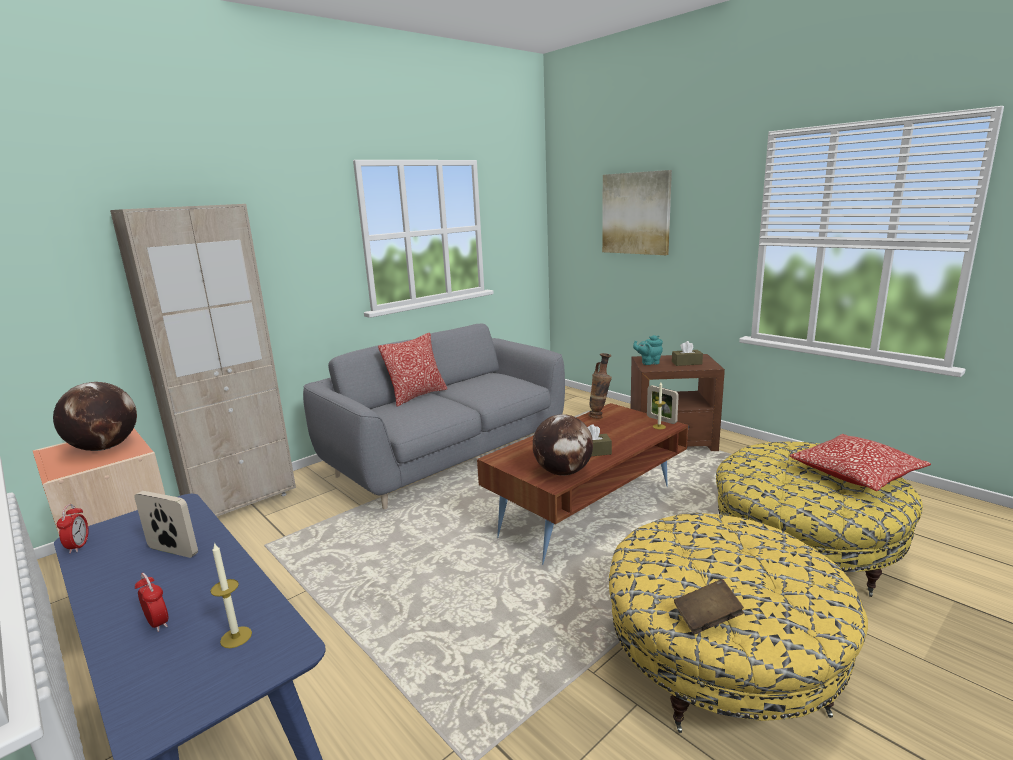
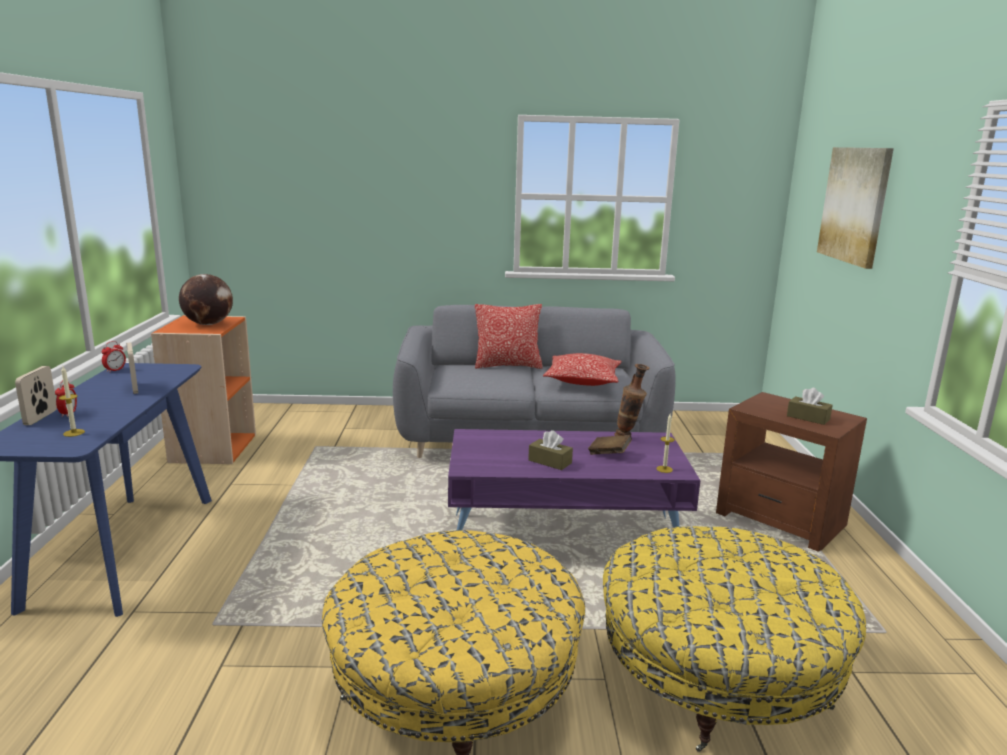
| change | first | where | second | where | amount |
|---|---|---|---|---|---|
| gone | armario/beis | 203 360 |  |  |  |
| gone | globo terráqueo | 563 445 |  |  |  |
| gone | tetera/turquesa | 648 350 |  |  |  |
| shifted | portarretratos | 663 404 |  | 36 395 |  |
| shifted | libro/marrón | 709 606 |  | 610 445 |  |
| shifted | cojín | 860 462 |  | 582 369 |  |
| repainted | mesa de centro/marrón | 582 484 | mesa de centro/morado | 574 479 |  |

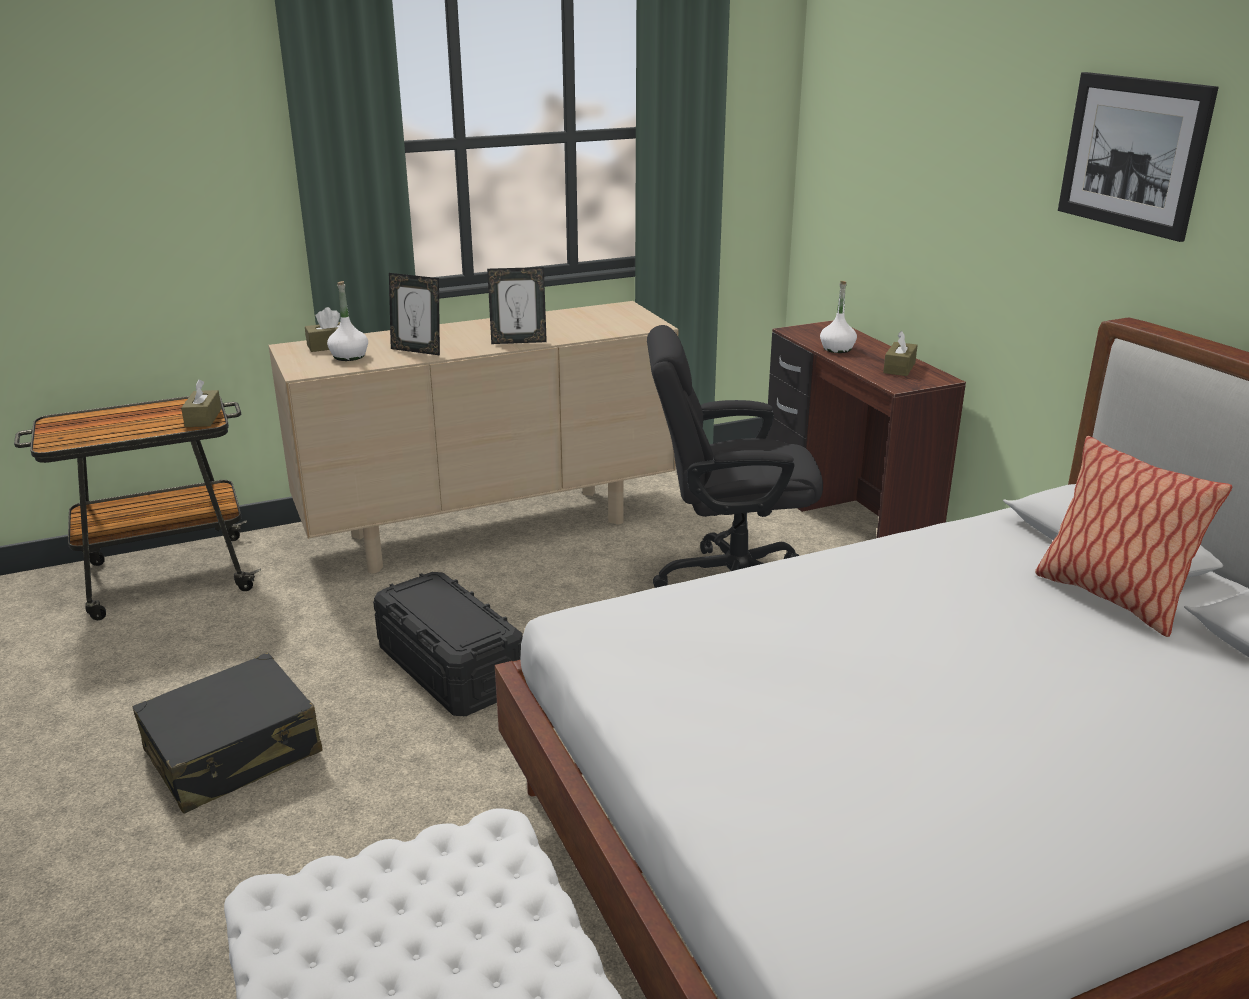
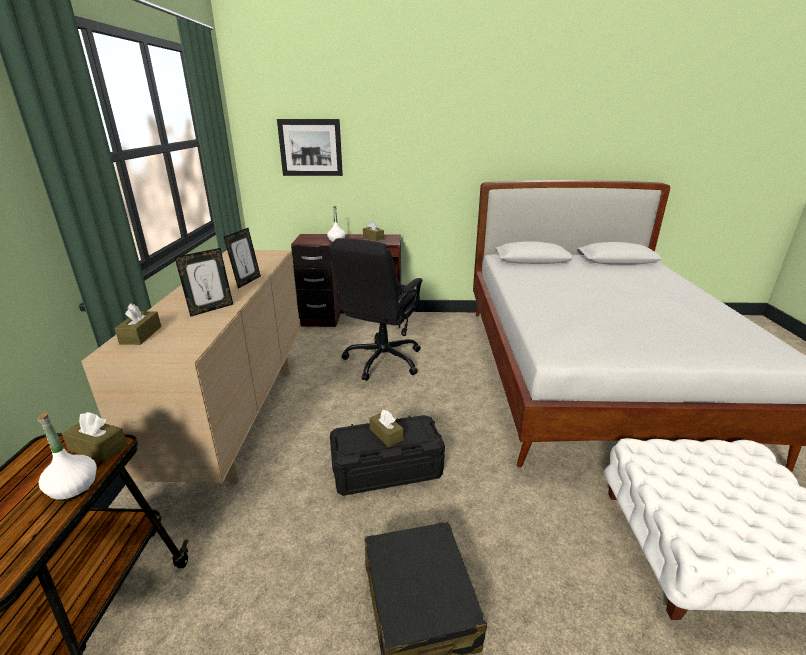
| change | first | where | second | where | amount |
|---|---|---|---|---|---|
| gone | cojín | 1134 536 |  |  |  |
| new |  |  | caja de pañuelos/marrón | 386 428 |  |
| shifted | botella/blanco | 347 321 |  | 67 456 |  |
| shifted | cuadro | 1138 157 |  | 310 147 |  |

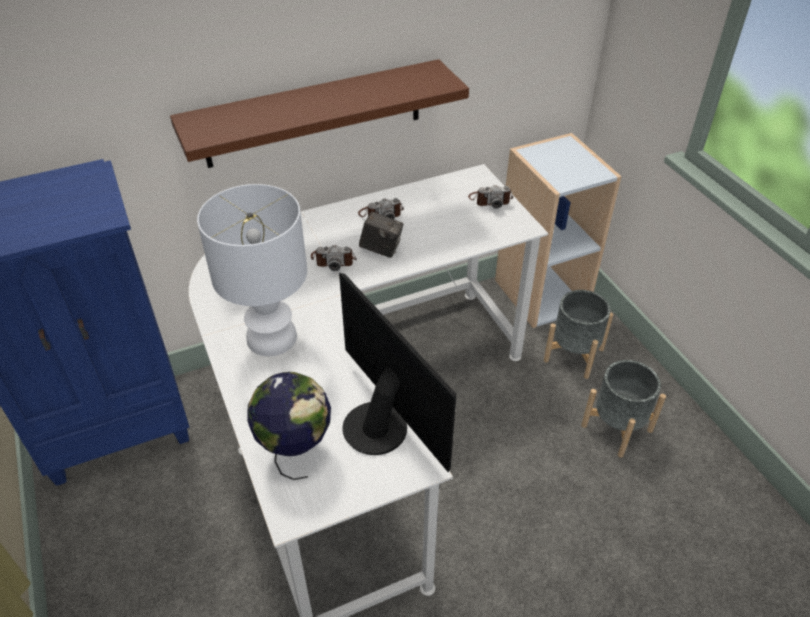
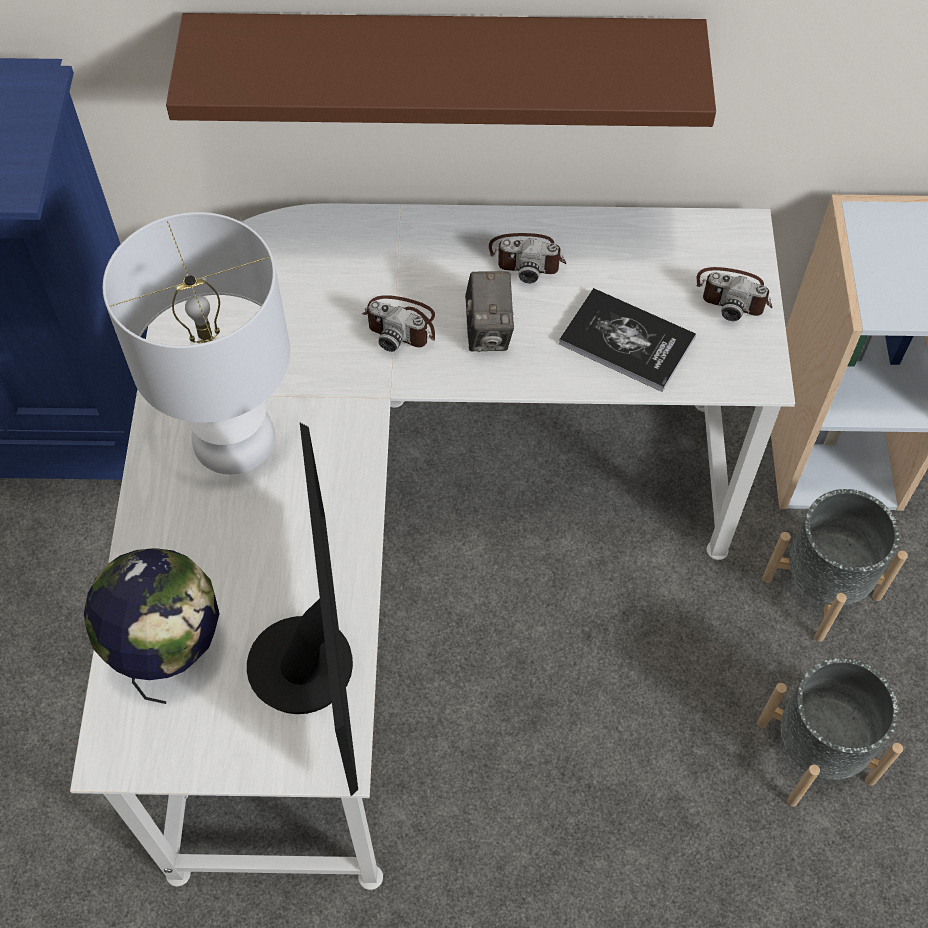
| change | first | where | second | where | amount |
|---|---|---|---|---|---|
| new |  |  | libro | 627 340 |  |
| rotated | cámara | 381 234 |  | 489 312 | 45 degrees clockwise |

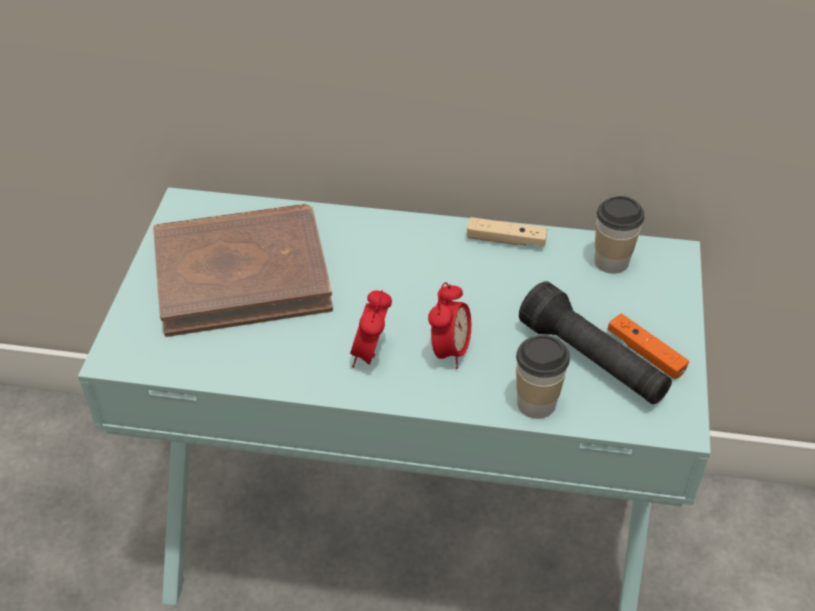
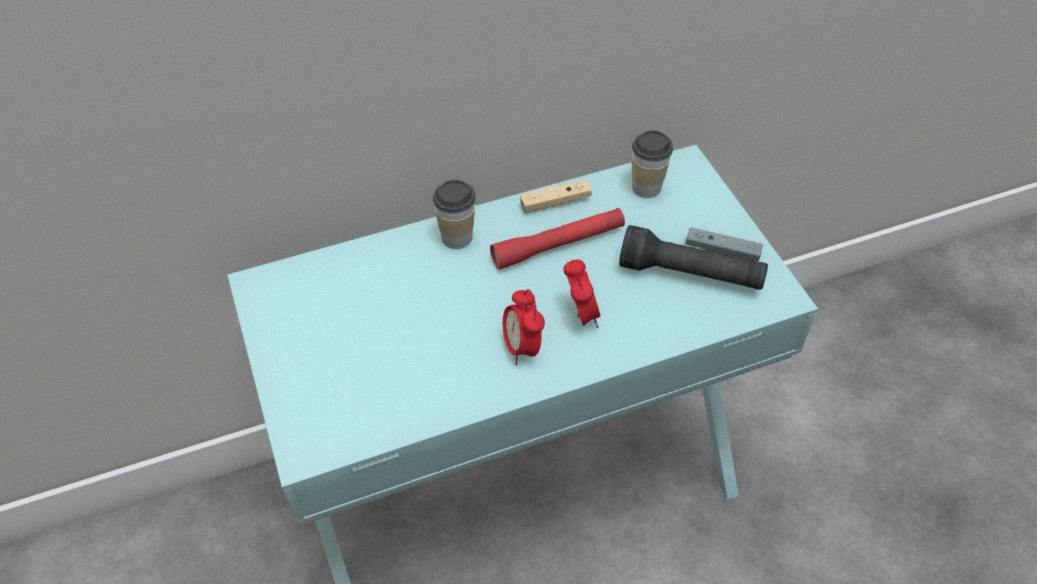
| change | first | where | second | where | amount |
|---|---|---|---|---|---|
| gone | libro/marrón | 243 270 |  |  |  |
| new |  |  | linterna/rojo | 557 239 |  |
| shifted | taza | 543 377 |  | 454 214 |  |
| repainted | mando de consola/naranja | 648 346 | mando de consola/gris | 724 244 |  |

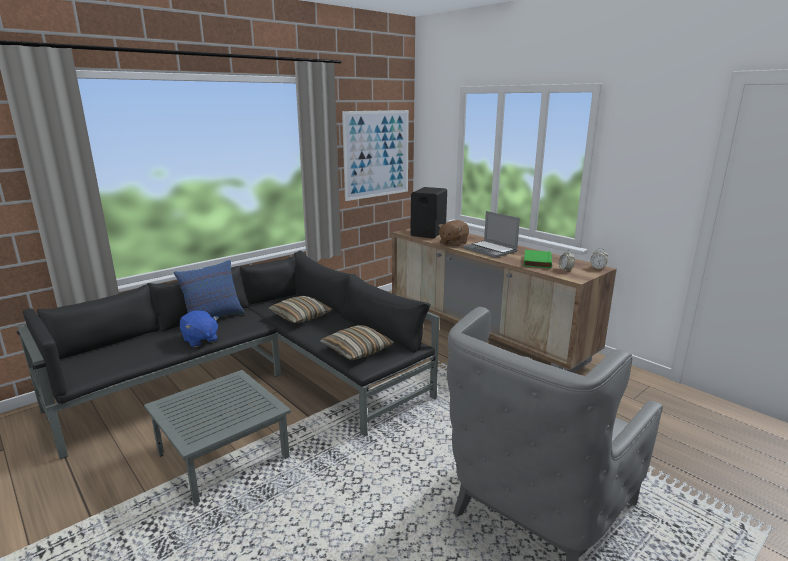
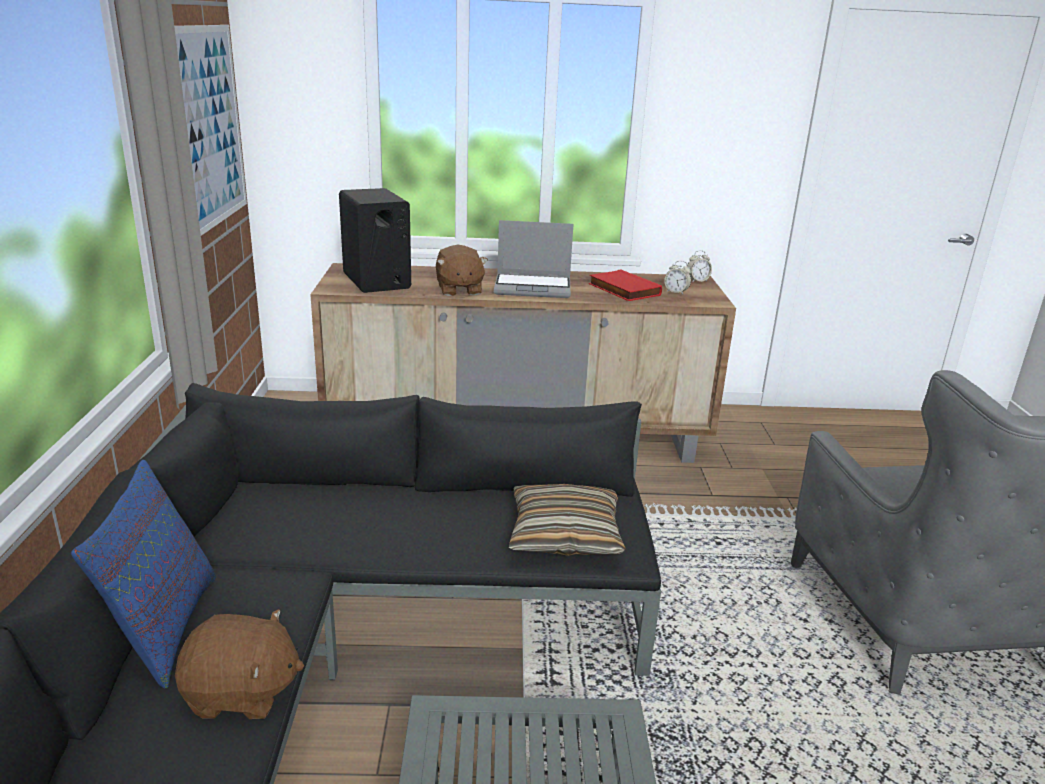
| change | first | where | second | where | amount |
|---|---|---|---|---|---|
| gone | cojín | 300 309 |  |  |  |
| repainted | peluche/azul | 199 328 | peluche/marrón | 239 664 |  |
| repainted | libro/verde | 538 259 | libro/rojo | 625 285 |  |

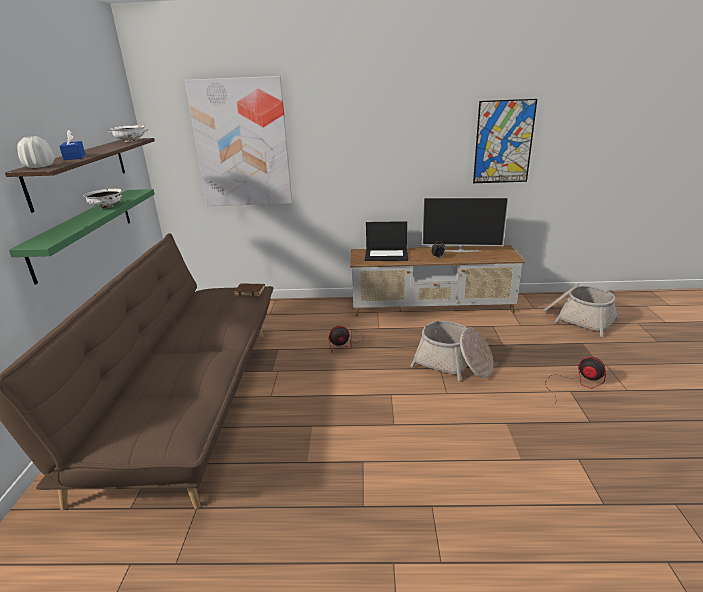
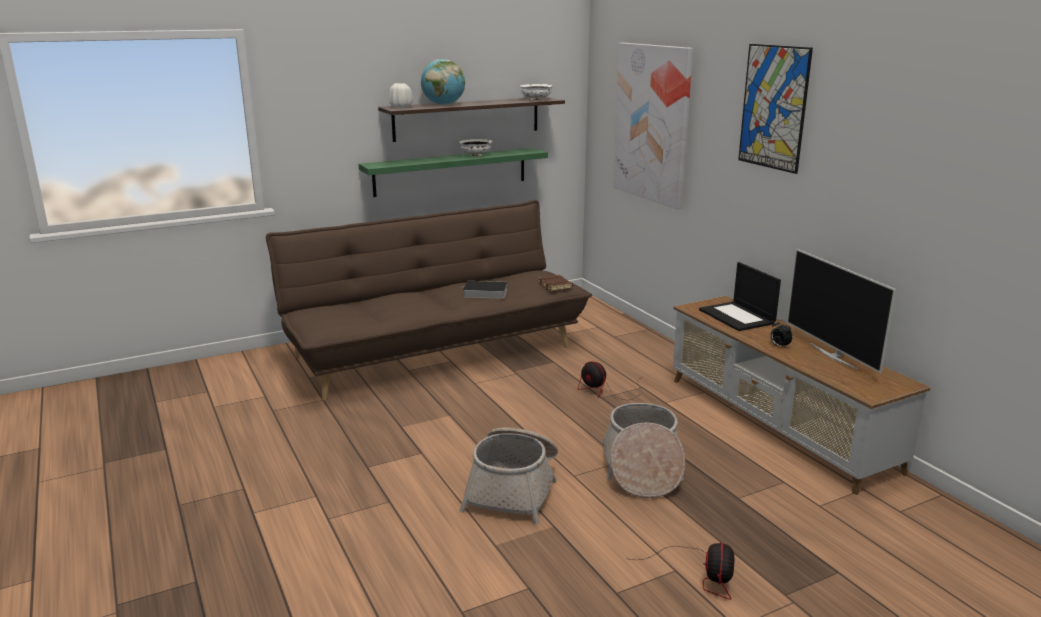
| change | first | where | second | where | amount |
|---|---|---|---|---|---|
| new |  |  | libro | 483 290 |  |
| shifted | cuadro | 505 141 |  | 775 109 |  |
| shifted | cesta | 580 310 |  | 508 476 |  |
| swapped | caja de pañuelos/azul | 72 145 | globo terráqueo | 443 82 |  |

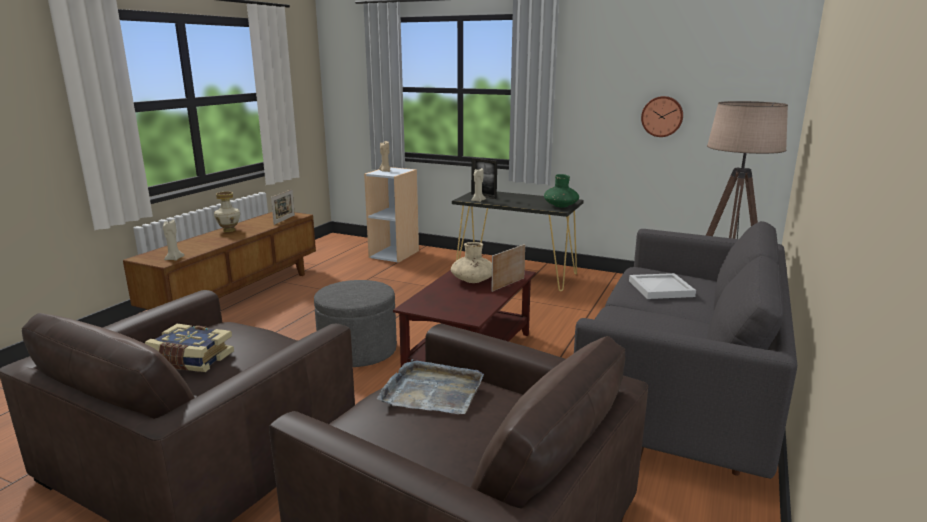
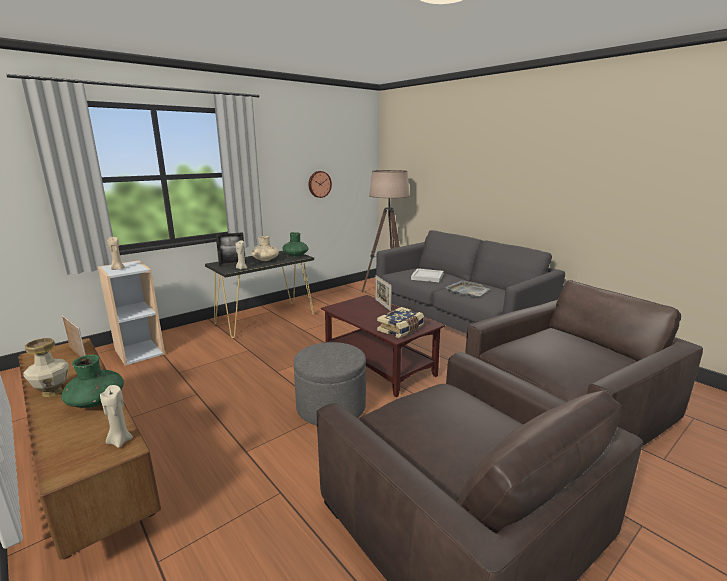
| change | first | where | second | where | amount |
|---|---|---|---|---|---|
| new |  |  | florero/verde | 92 381 |  |
| shifted | libro | 189 348 |  | 400 322 |  |
| shifted | bandeja/gris | 430 386 |  | 468 289 |  |
| shifted | florero/beis | 471 262 |  | 265 248 |  |

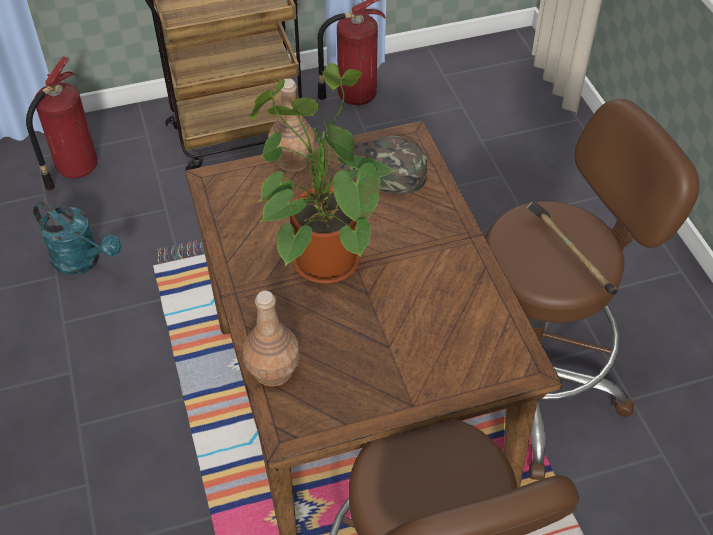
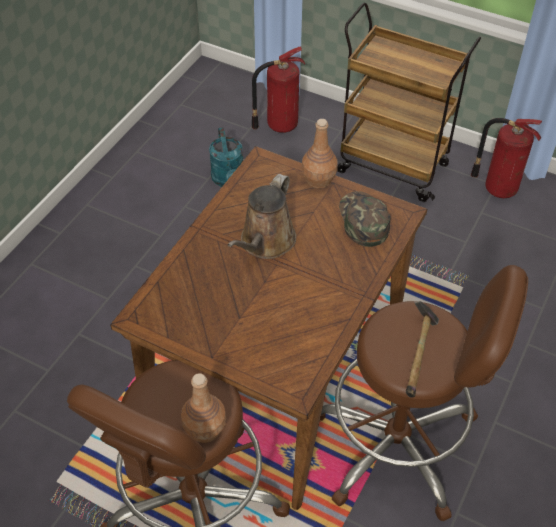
| change | first | where | second | where | amount |
|---|---|---|---|---|---|
| shifted | botella/marrón | 271 339 |  | 203 408 |  |
| swapped | planta en maceta | 322 173 | regadera/marrón | 261 216 |  |

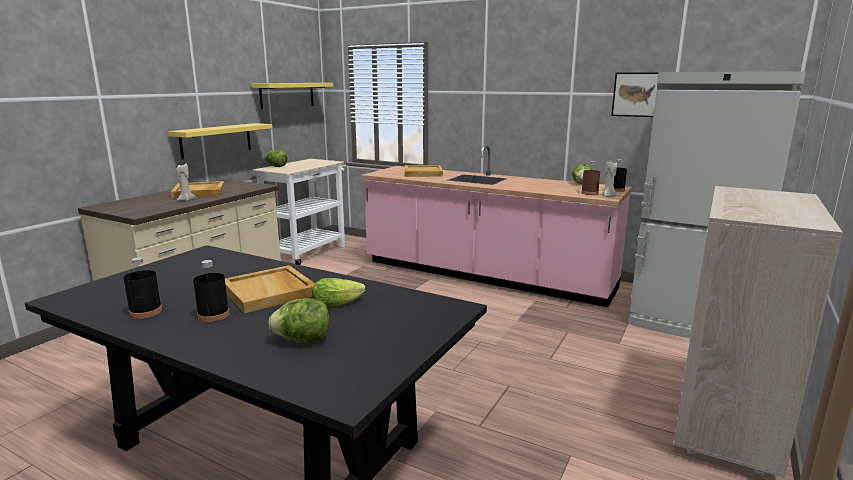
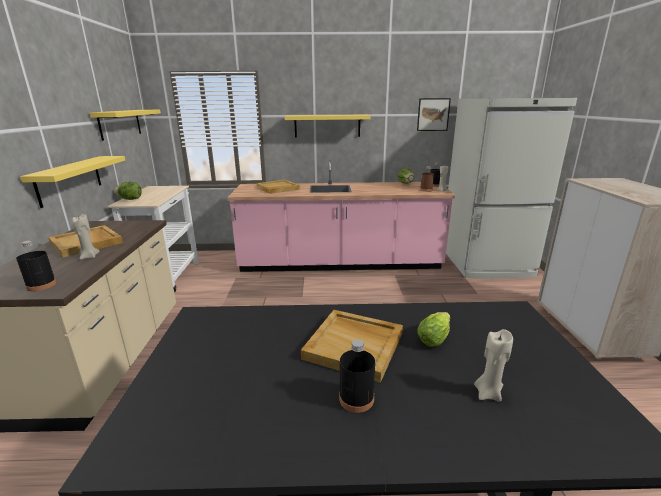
| change | first | where | second | where | amount |
|---|---|---|---|---|---|
| new |  |  | estante/amarillo | 327 126 |  |
| shifted | botella/negro | 142 288 |  | 36 265 |  |
| swapped | lechuga | 298 320 | vela/beis | 493 365 |  |

